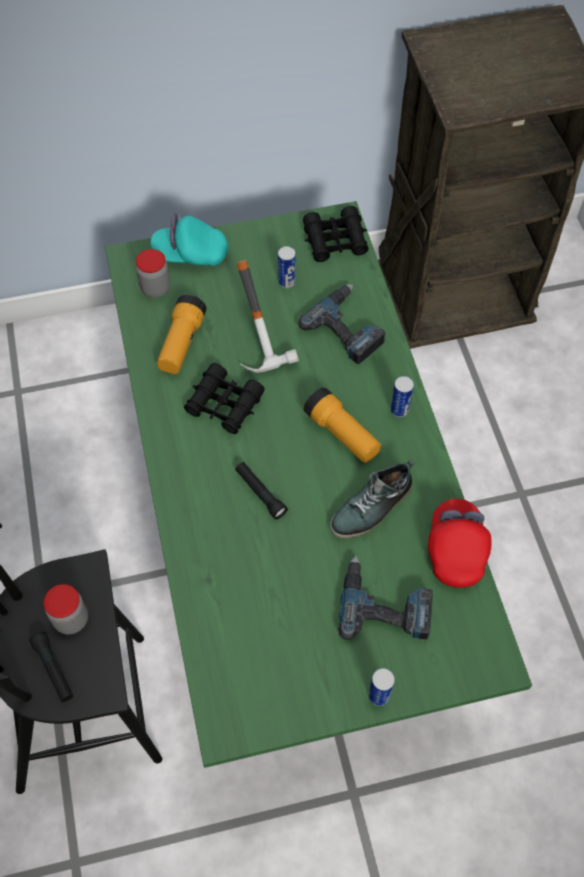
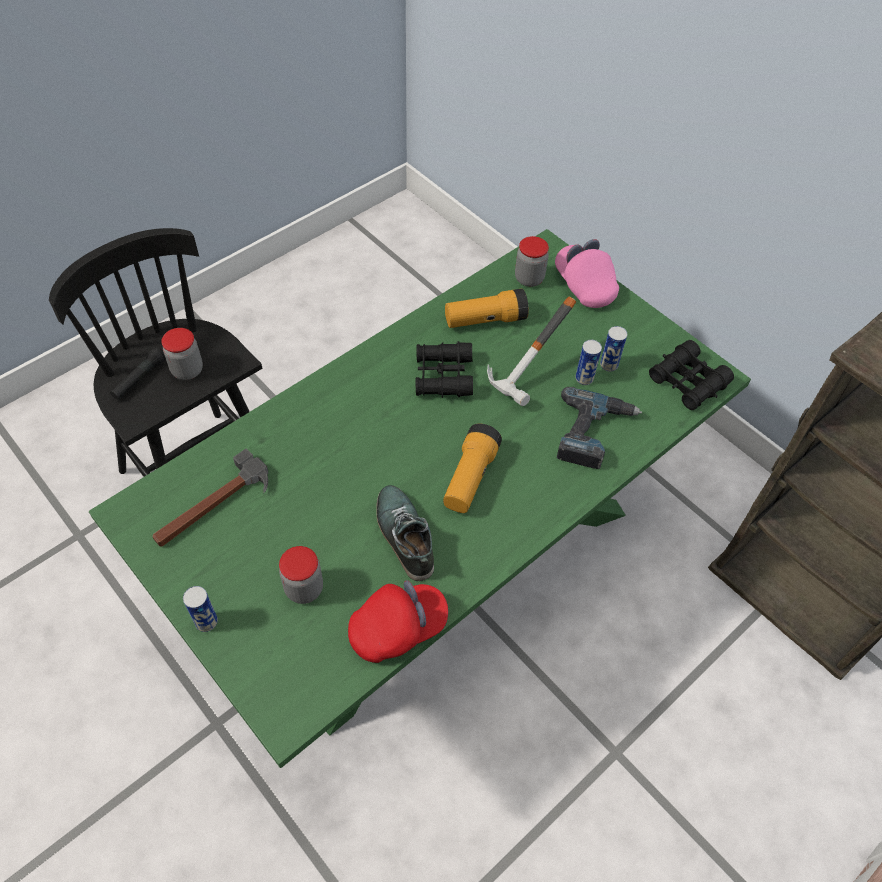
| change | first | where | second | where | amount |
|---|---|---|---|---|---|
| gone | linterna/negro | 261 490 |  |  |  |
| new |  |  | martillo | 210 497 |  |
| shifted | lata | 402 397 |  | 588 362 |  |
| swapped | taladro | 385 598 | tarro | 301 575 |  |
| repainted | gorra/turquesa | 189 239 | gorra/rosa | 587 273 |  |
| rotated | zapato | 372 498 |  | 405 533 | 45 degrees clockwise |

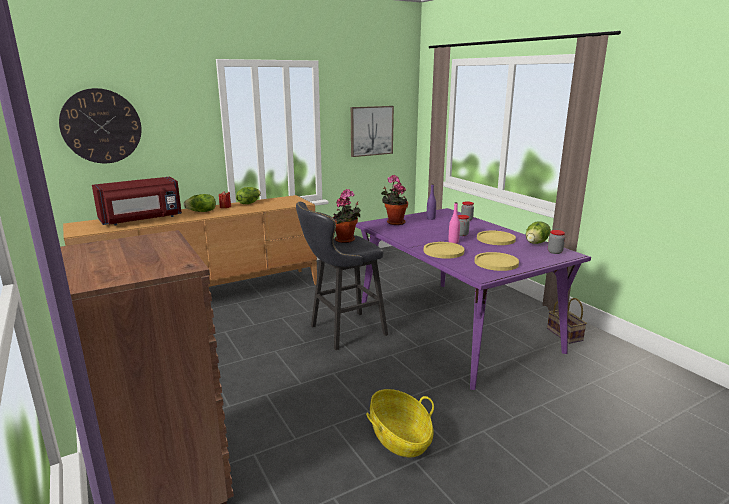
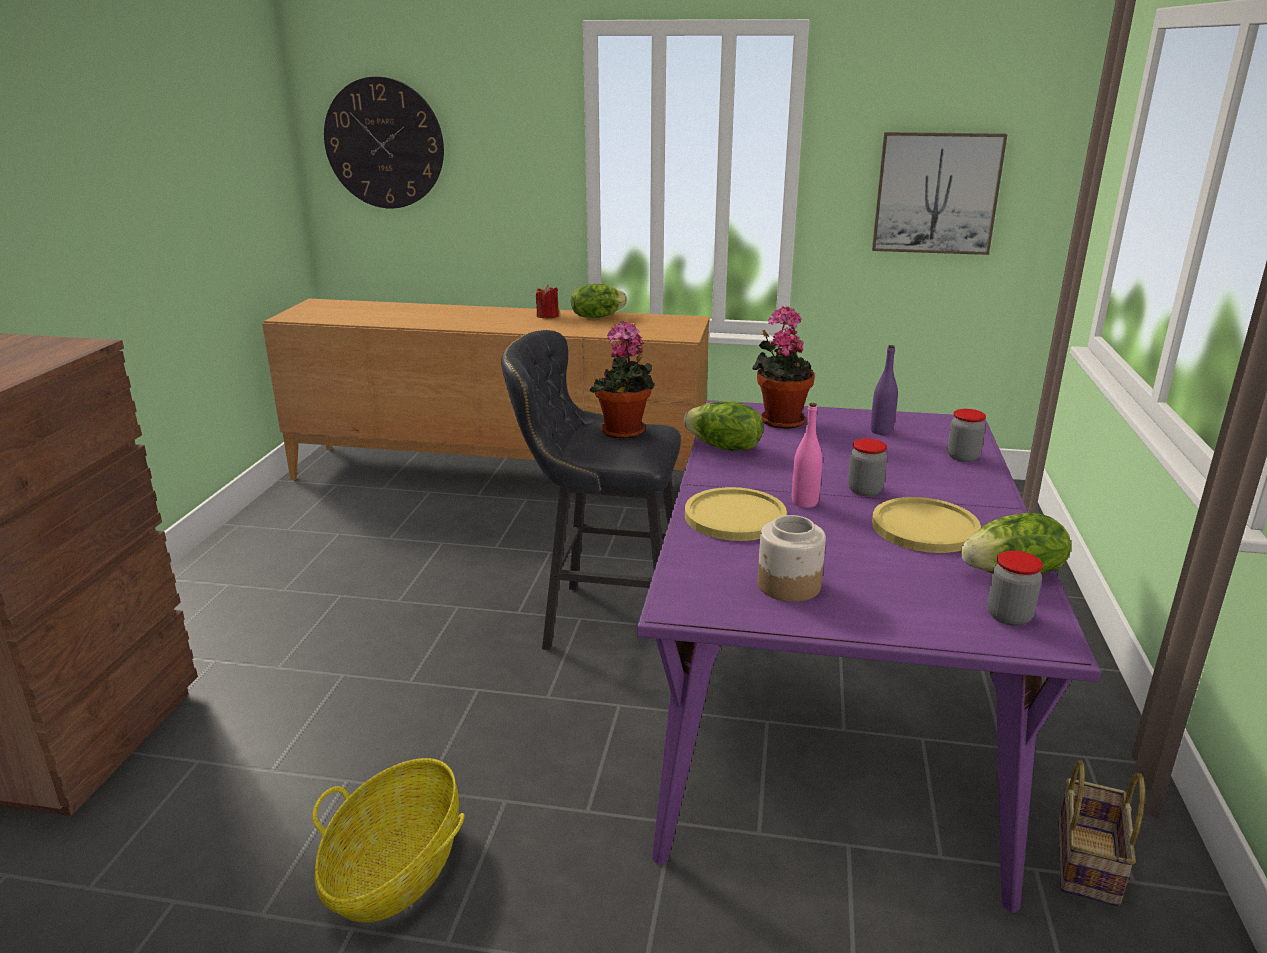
| change | first | where | second | where | amount |
|---|---|---|---|---|---|
| gone | microondas/rojo | 137 201 |  |  |  |
| shifted | lechuga | 200 203 |  | 723 426 |  |
| swapped | plato/amarillo | 497 261 | tarro | 791 558 |  |

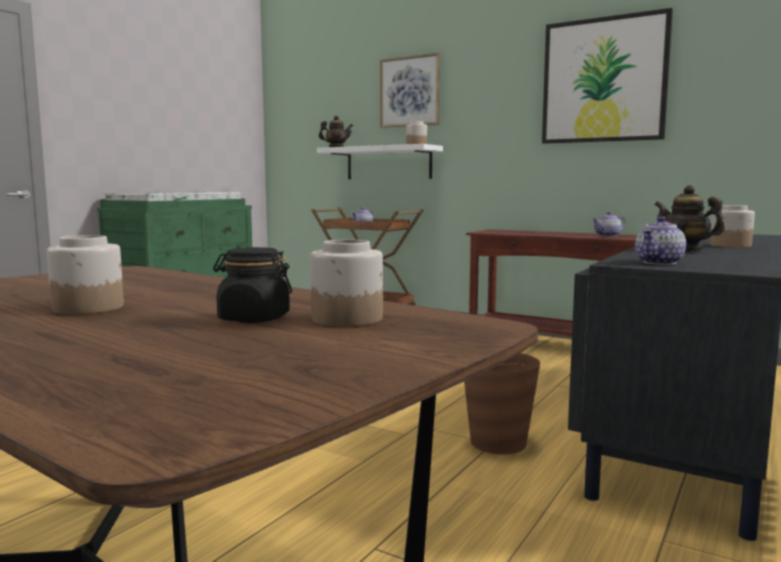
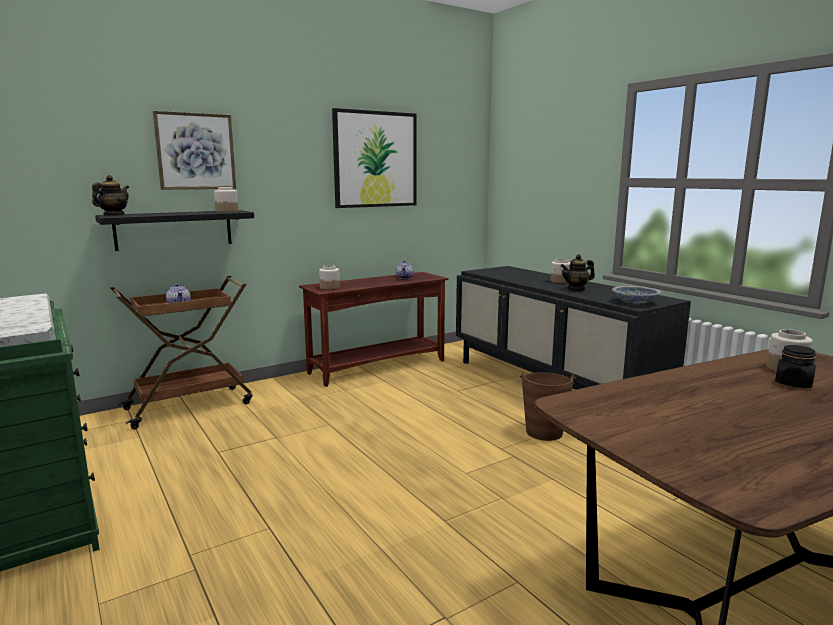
| change | first | where | second | where | amount |
|---|---|---|---|---|---|
| shifted | tarro | 85 274 |  | 329 277 |  |
| swapped | tetera | 660 240 | cuenco | 636 294 |  |
| repainted | estante/blanco | 380 161 | estante/negro | 174 230 |  |

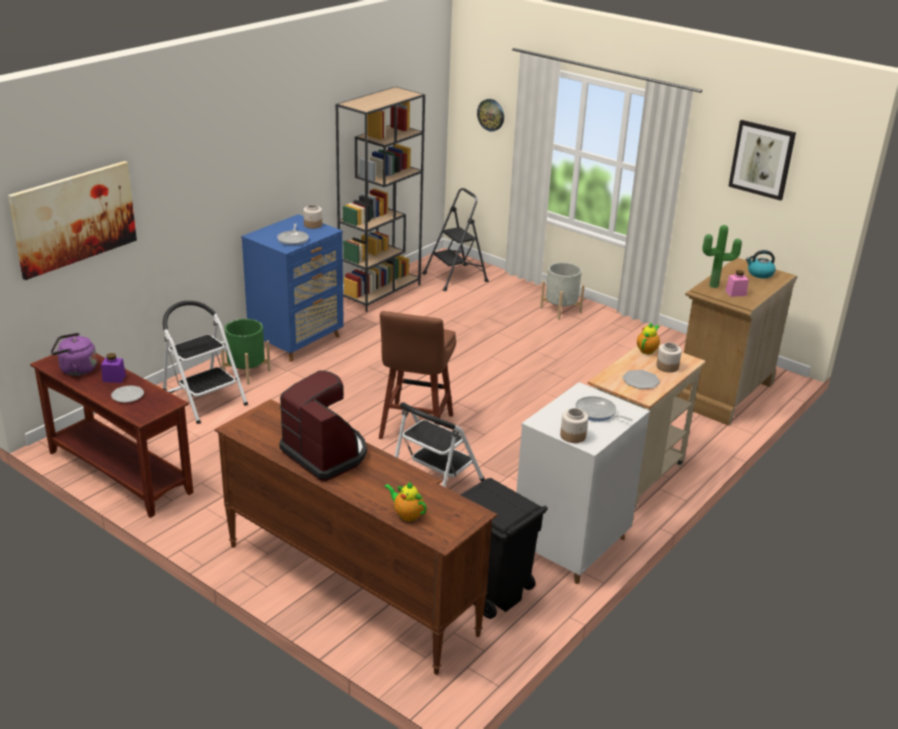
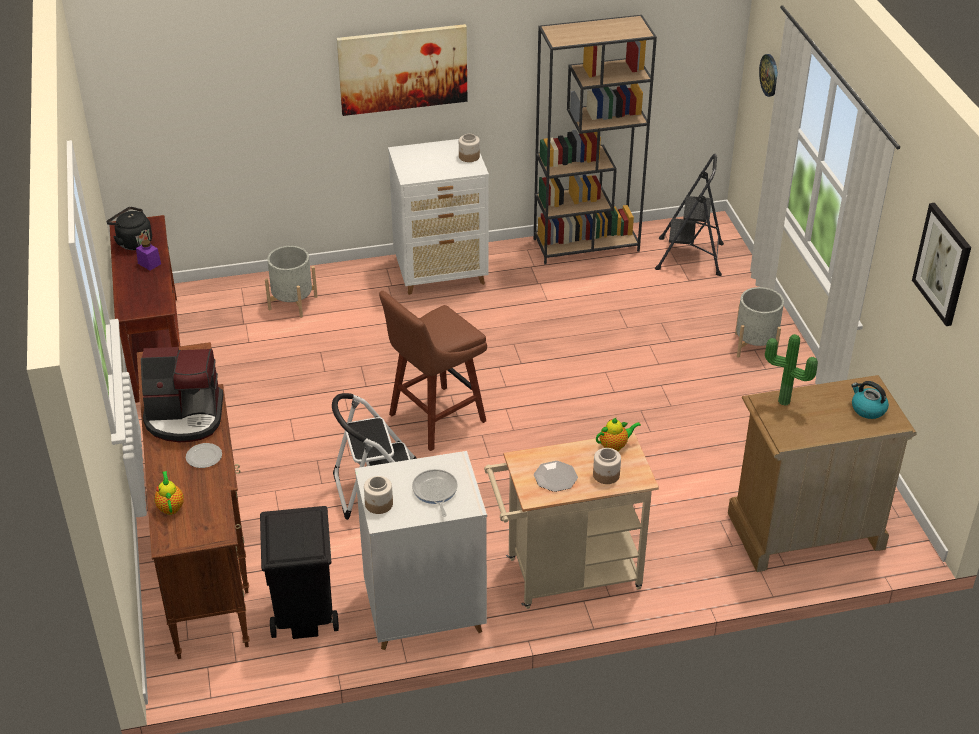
| change | first | where | second | where | amount |
|---|---|---|---|---|---|
| gone | maceta/verde | 246 352 |  |  |  |
| gone | sartén | 293 234 |  |  |  |
| gone | tarro/rosa | 737 283 |  |  |  |
| shifted | cuadro | 72 220 |  | 402 70 |  |
| shifted | plato | 127 394 |  | 204 455 |  |
| swapped | escalera de tijera | 205 362 | maceta/gris | 291 282 |  |
| repainted | hervidor/morado | 74 354 | hervidor/negro | 129 228 |  |
| repainted | cómoda/azul | 292 288 | cómoda/blanco | 438 217 |  |
| rotated | cafetera | 323 425 |  | 182 394 | 90 degrees clockwise |

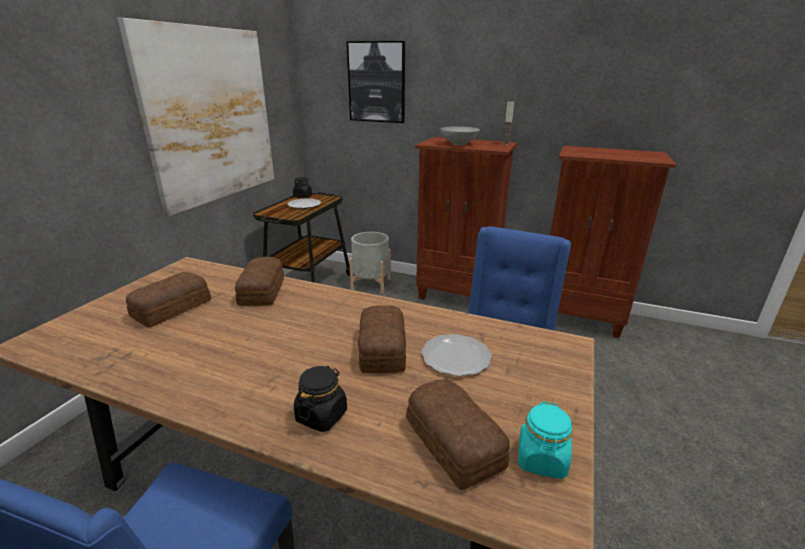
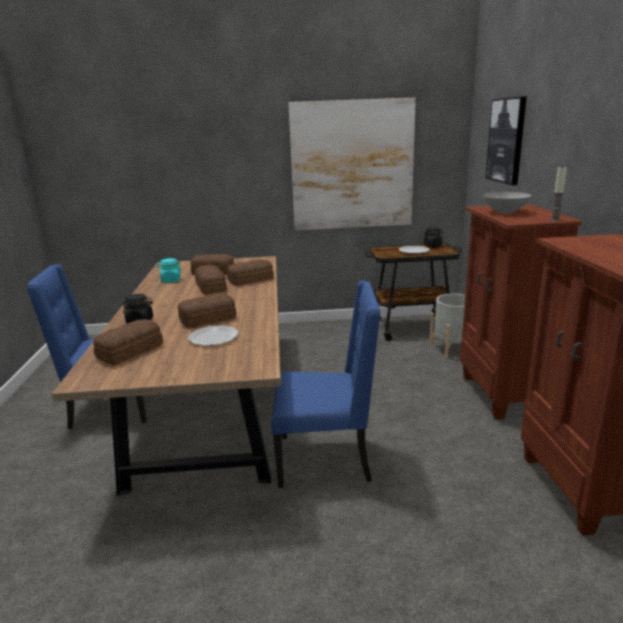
| change | first | where | second | where | amount |
|---|---|---|---|---|---|
| new |  |  | pan | 211 279 |  |
| shifted | tarro/turquesa | 545 440 |  | 169 270 |  |

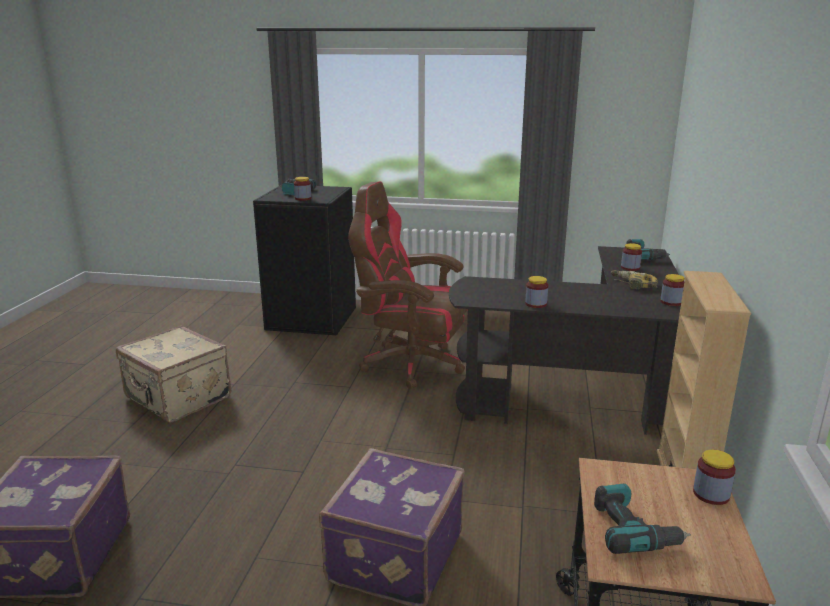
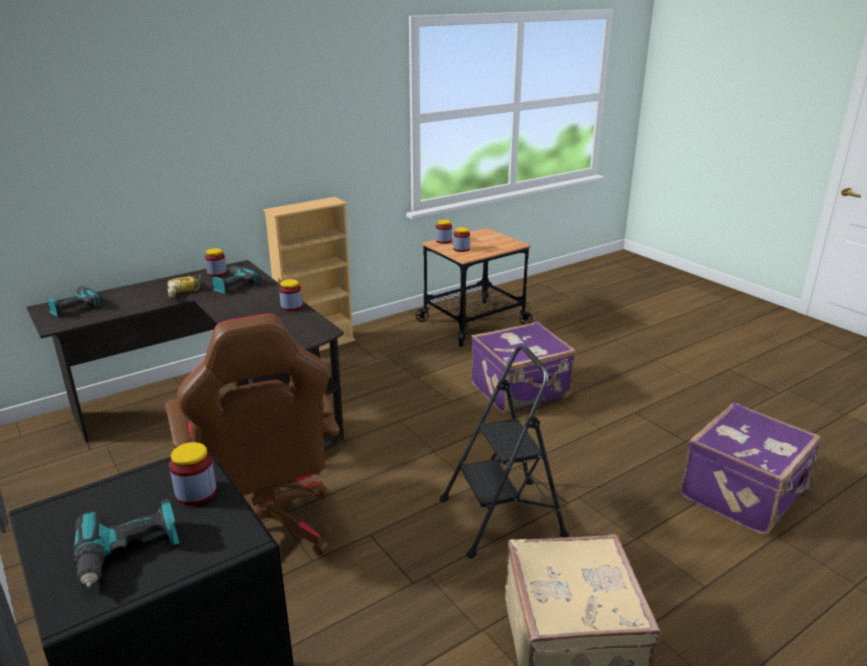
| change | first | where | second | where | amount |
|---|---|---|---|---|---|
| new |  |  | escalera de tijera/negro | 504 452 |  |
| shifted | taladro | 642 519 |  | 236 280 |  |
| shifted | tarro | 631 257 |  | 461 239 |  |

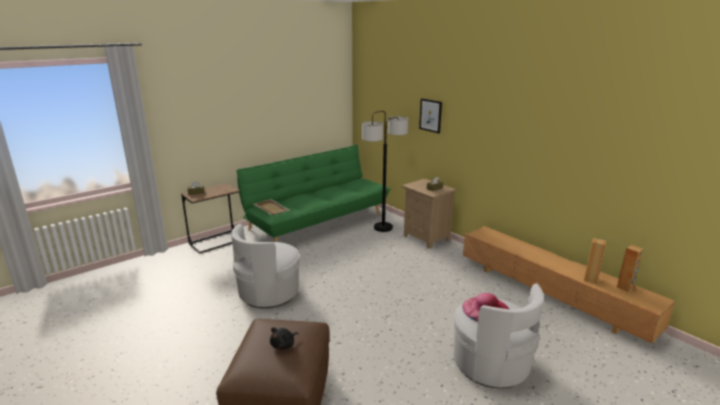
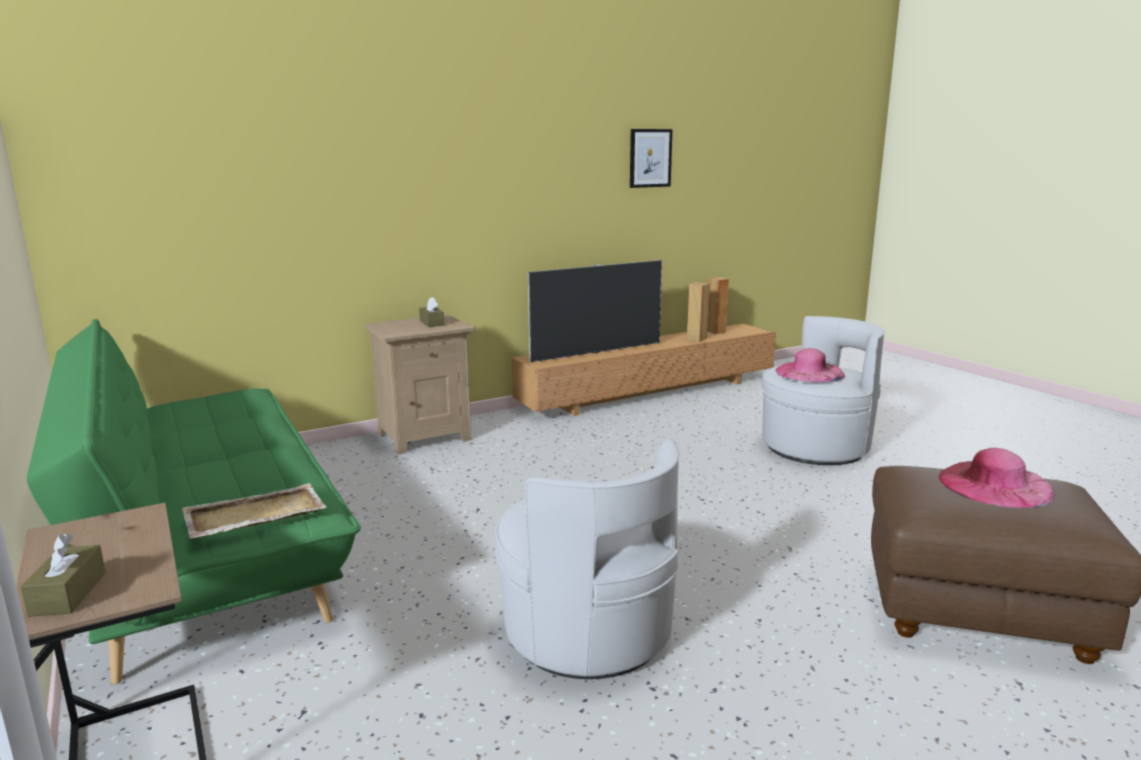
| change | first | where | second | where | amount |
|---|---|---|---|---|---|
| gone | lámpara de pie | 385 171 |  |  |  |
| new |  |  | televisor | 595 311 |  |
| shifted | cuadro | 430 115 |  | 651 158 |  |
| swapped | peluche/negro | 284 338 | sombrero/rosa | 996 478 |  |

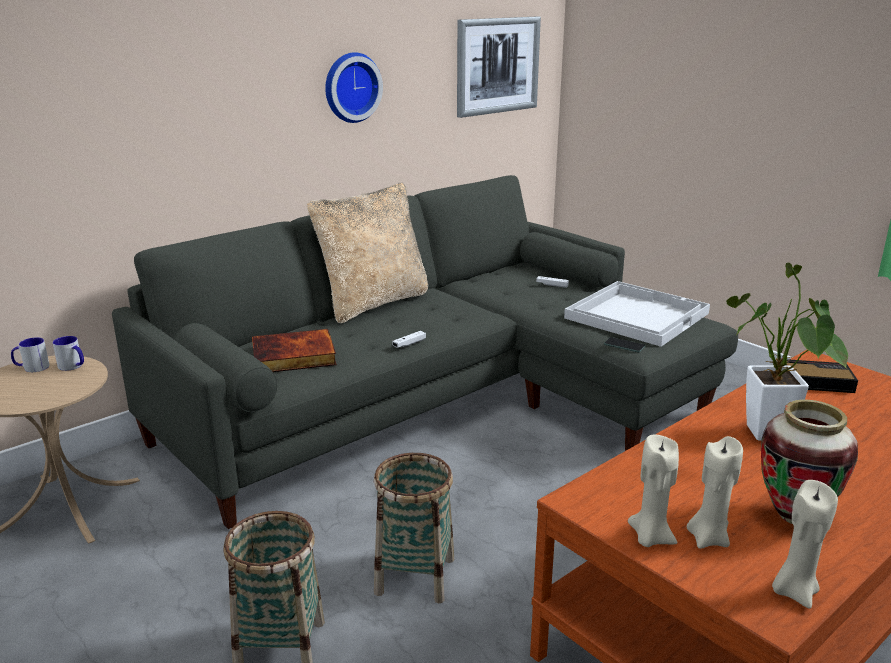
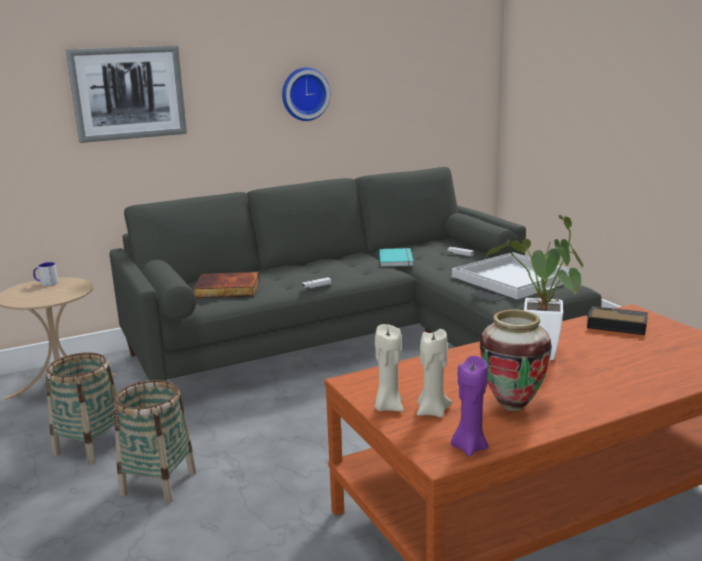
| change | first | where | second | where | amount |
|---|---|---|---|---|---|
| gone | taza grande | 68 353 |  |  |  |
| gone | cojín/beis | 367 252 |  |  |  |
| new |  |  | libro/turquesa | 396 257 |  |
| shifted | cesta | 414 528 |  | 81 408 |  |
| shifted | cuadro | 499 67 |  | 126 94 |  |
| repainted | vela/beis | 805 544 | vela/morado | 469 406 |  |

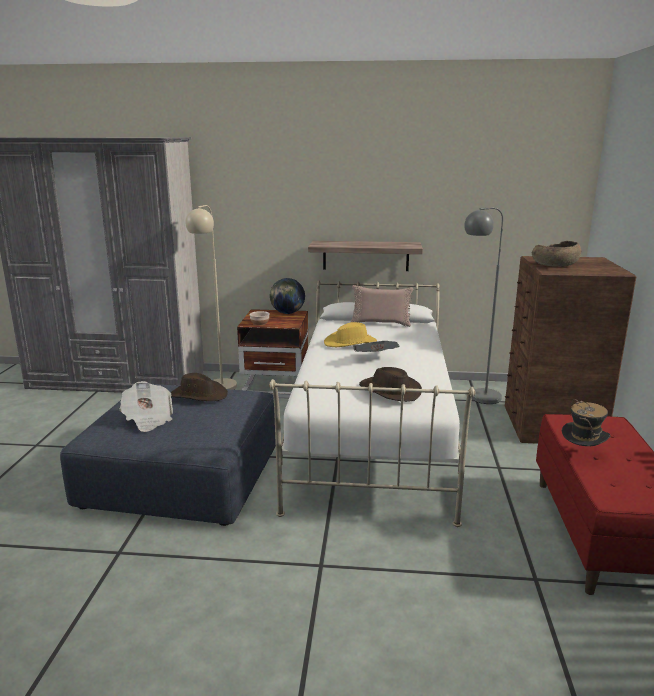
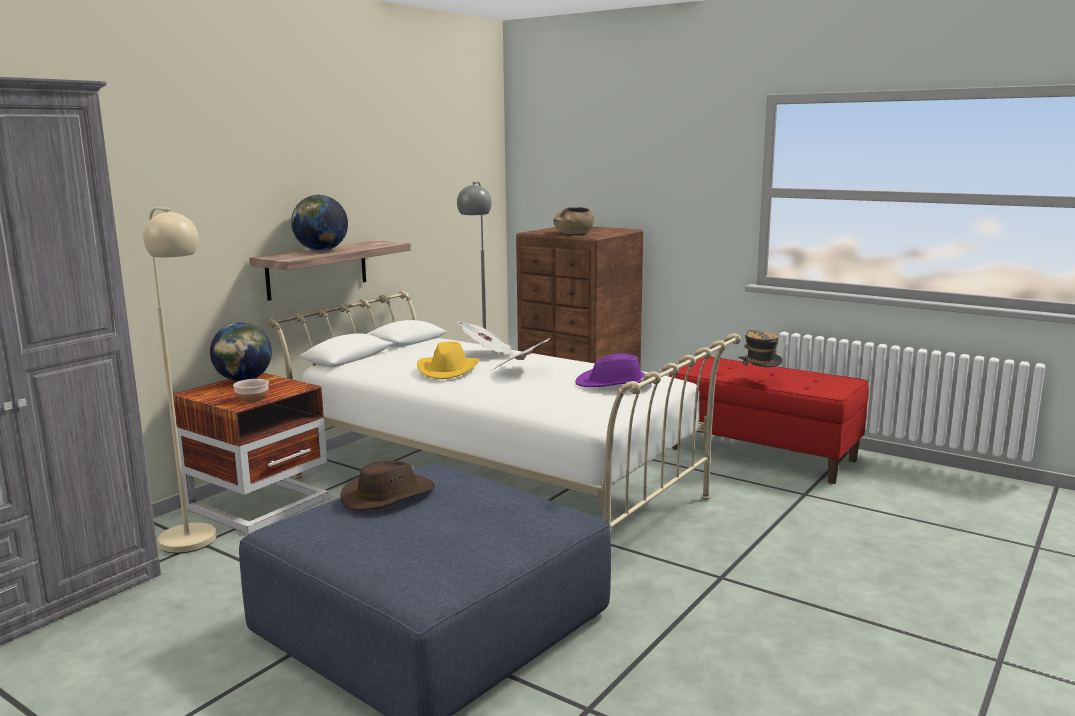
| change | first | where | second | where | amount |
|---|---|---|---|---|---|
| gone | cojín/beis | 381 306 |  |  |  |
| new |  |  | globo terráqueo | 319 223 |  |
| shifted | periódico | 146 406 |  | 486 339 |  |
| repainted | sombrero/marrón | 390 384 | sombrero/morado | 613 370 |  |

